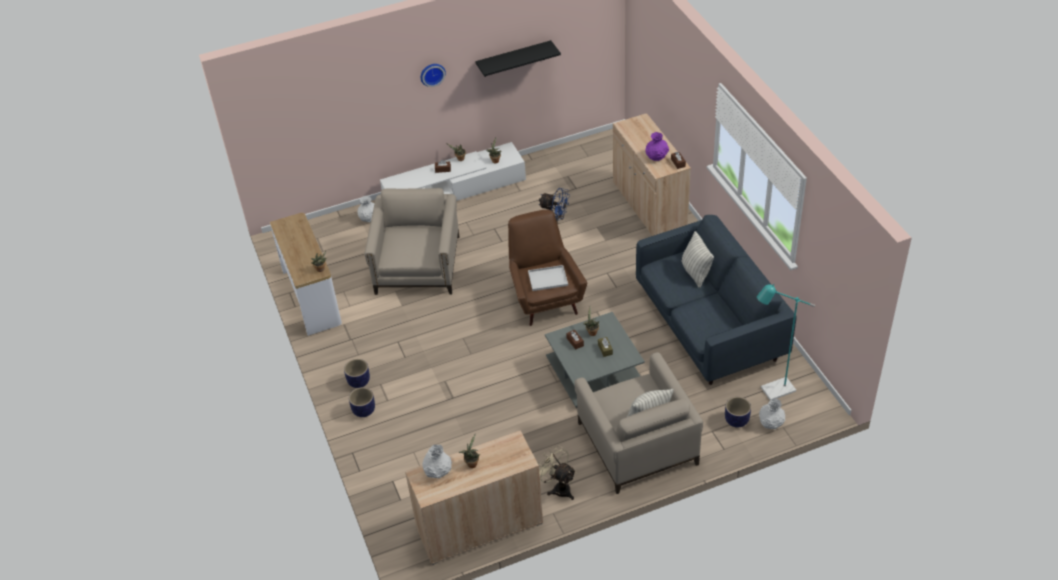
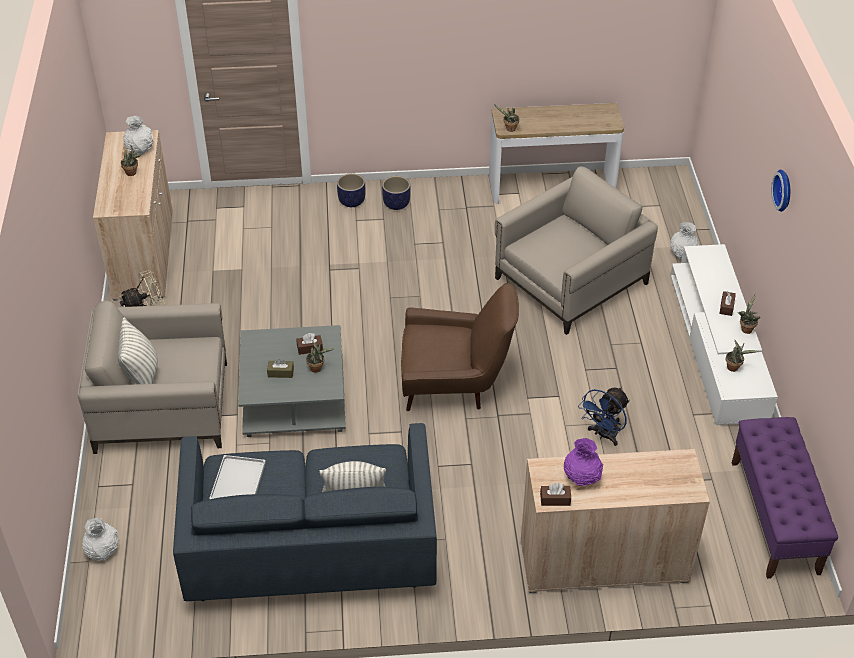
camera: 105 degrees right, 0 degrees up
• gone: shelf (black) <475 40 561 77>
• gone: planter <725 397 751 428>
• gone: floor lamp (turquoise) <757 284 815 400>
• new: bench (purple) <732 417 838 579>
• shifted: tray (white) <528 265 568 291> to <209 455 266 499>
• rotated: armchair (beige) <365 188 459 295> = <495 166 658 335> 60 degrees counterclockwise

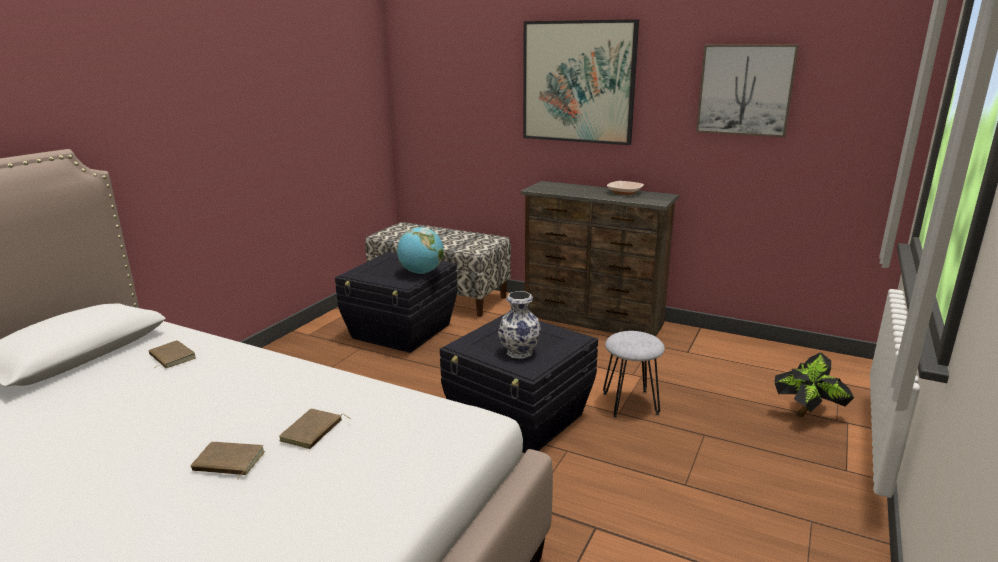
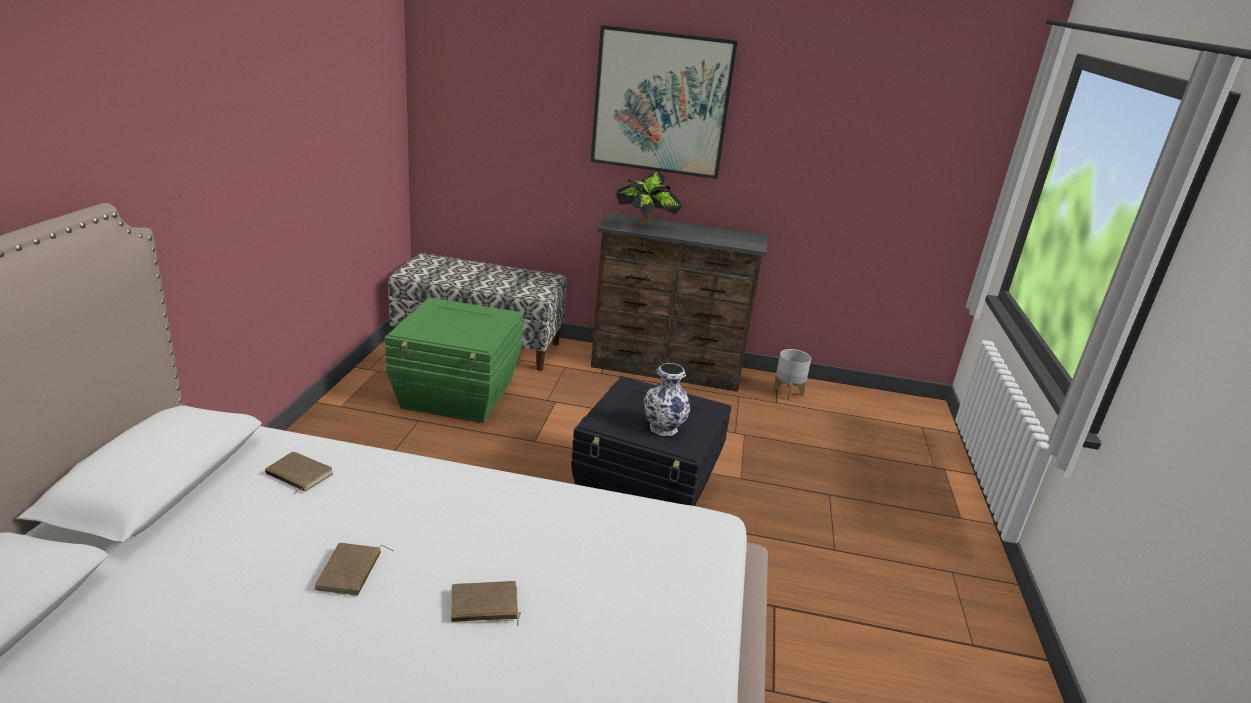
camera: 20 degrees left, 5 degrees up
• gone: globe <397 227 444 274>
• gone: stool (grey) <603 331 665 418>
• gone: bowl <607 181 644 195>
• gone: picture <696 44 799 137>
• new: planter (grey) <773 349 811 400>
• shifted: book (brown) <279 408 351 449> to <314 543 394 596>
• shifted: potted plant <774 352 854 417> to <616 171 682 228>
• repainted: storage box (black) <335 252 458 353> to storage box (green) <385 298 523 423>

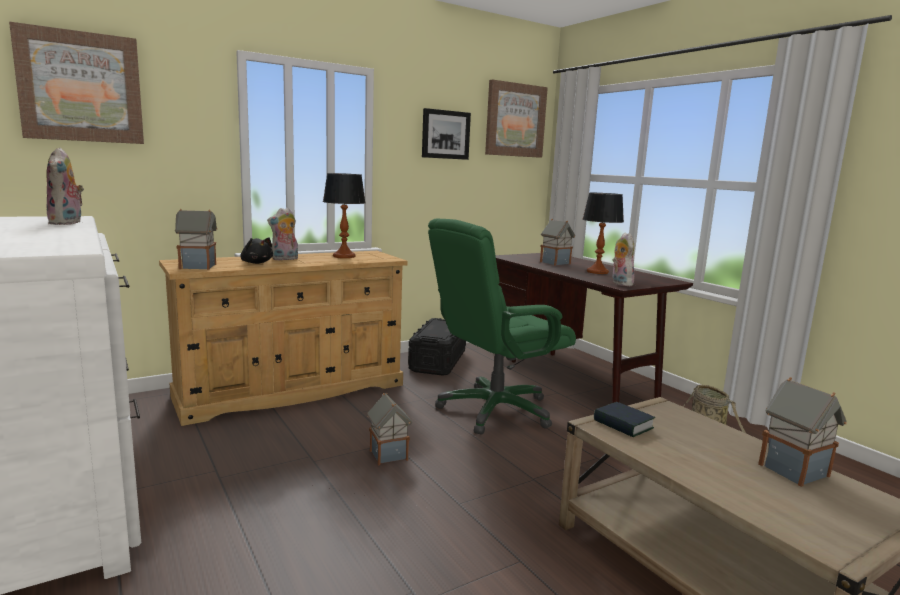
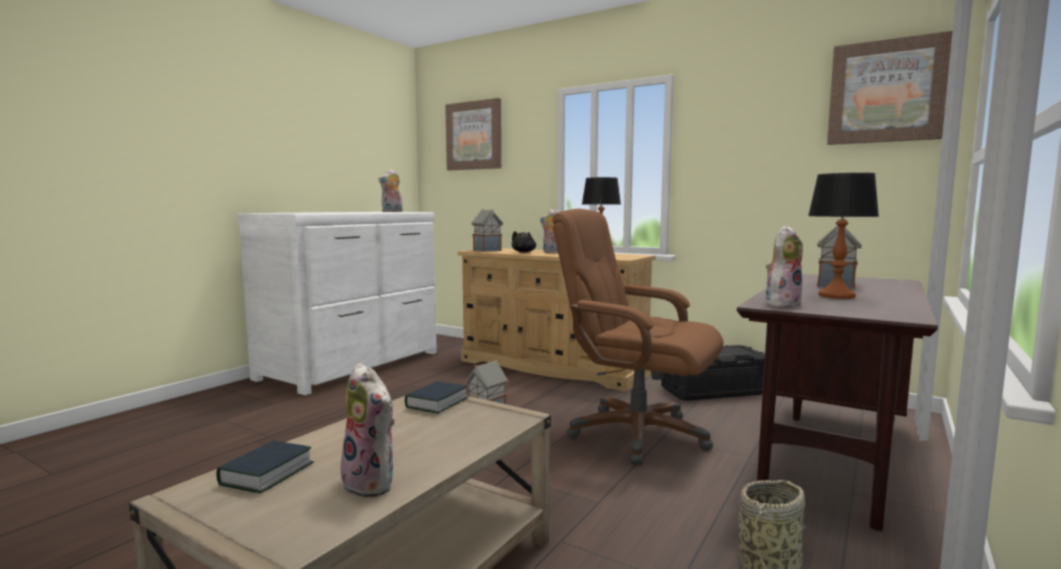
camera: 65 degrees right, 5 degrees down
• gone: picture <422 108 471 160>
• new: book <216 440 314 493>
• swapped: toy house <758 377 847 487> to plush toy <341 363 395 498>
• repainted: office chair (green) <428 219 576 434> to office chair (brown) <552 209 724 465>

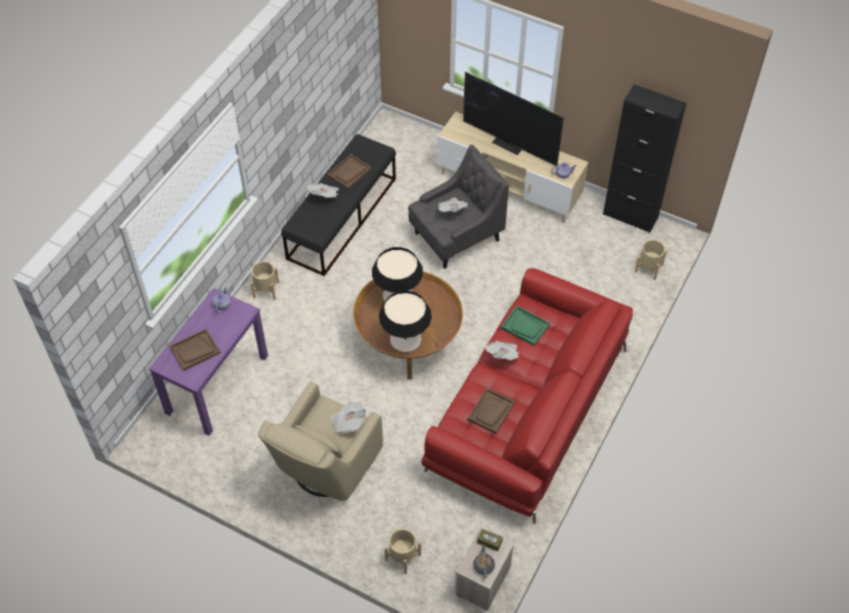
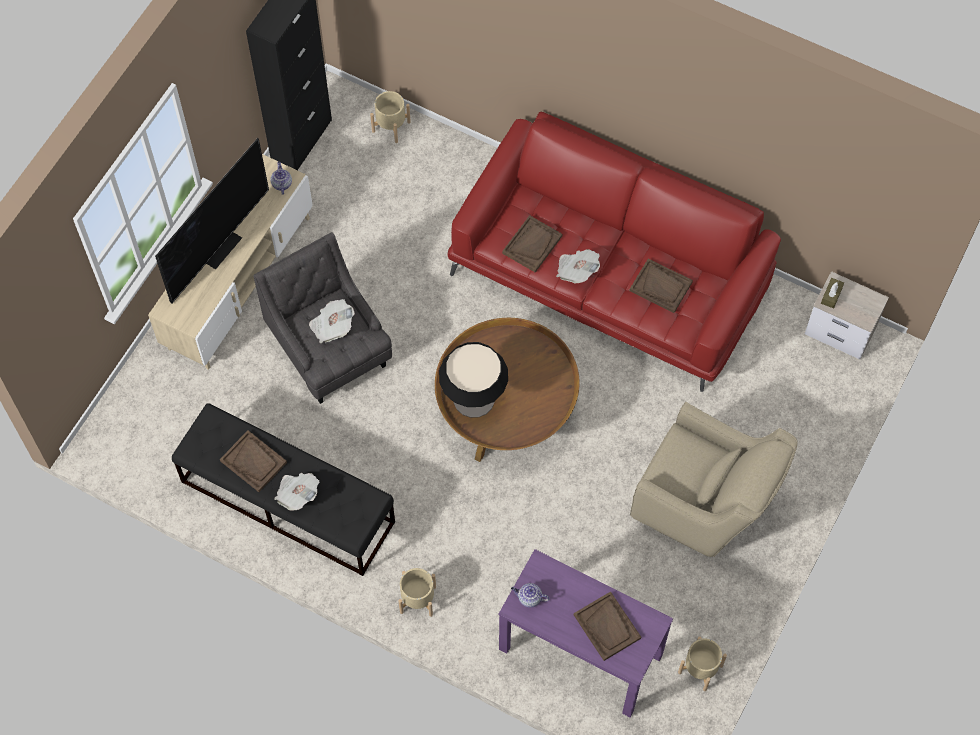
camera: 90 degrees left, 10 degrees up
• gone: newspaper <330 402 367 433>
• gone: table lamp <379 290 432 353>
• gone: teapot (grey) <473 544 495 578>
• shifted: planter (beige) <384 529 421 574> to <678 637 727 691>
• repainted: tray (green) <501 306 550 346> to tray (brown) <502 215 562 272>

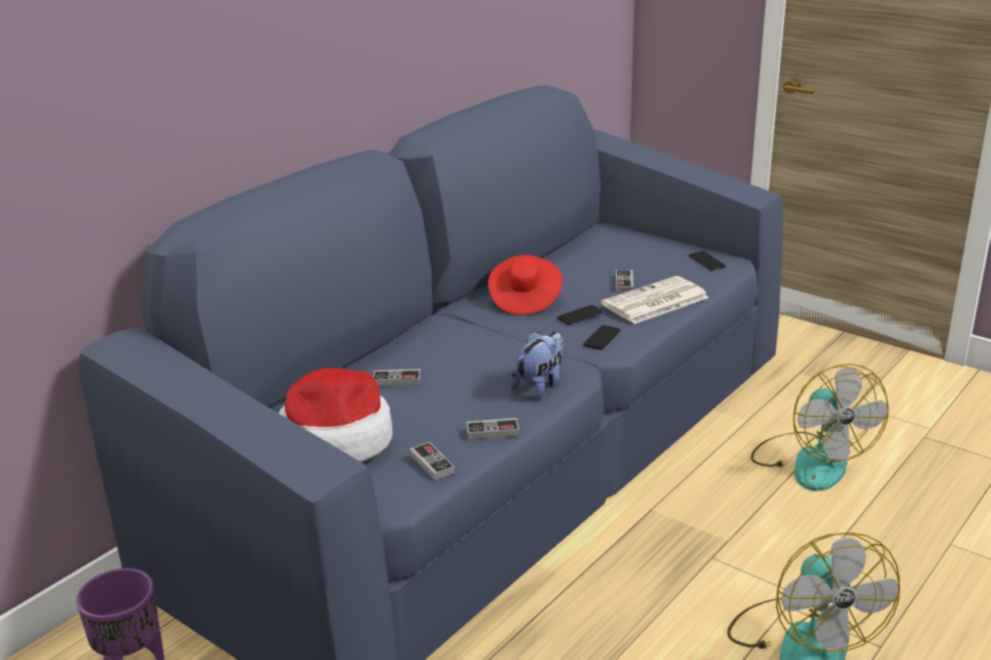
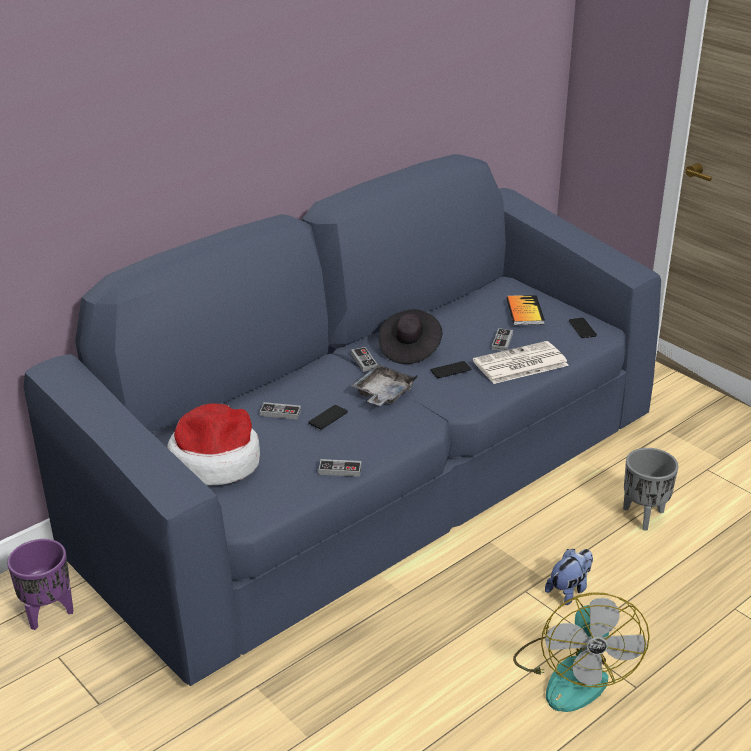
camera: 10 degrees right, 5 degrees up
• new: tray (grey) <351 364 417 406>
• new: book <506 295 545 325>
• shifted: game controller <410 442 455 480> to <351 347 378 372>
• shifted: plush toy <510 332 563 399> to <545 549 593 605>
• shifted: phone <583 325 621 350> to <309 405 348 430>
• swapped: fan <751 364 889 491> to planter (grey) <623 448 678 531>
• repainted: hat (red) <488 255 563 315> to hat (black) <379 309 442 364>

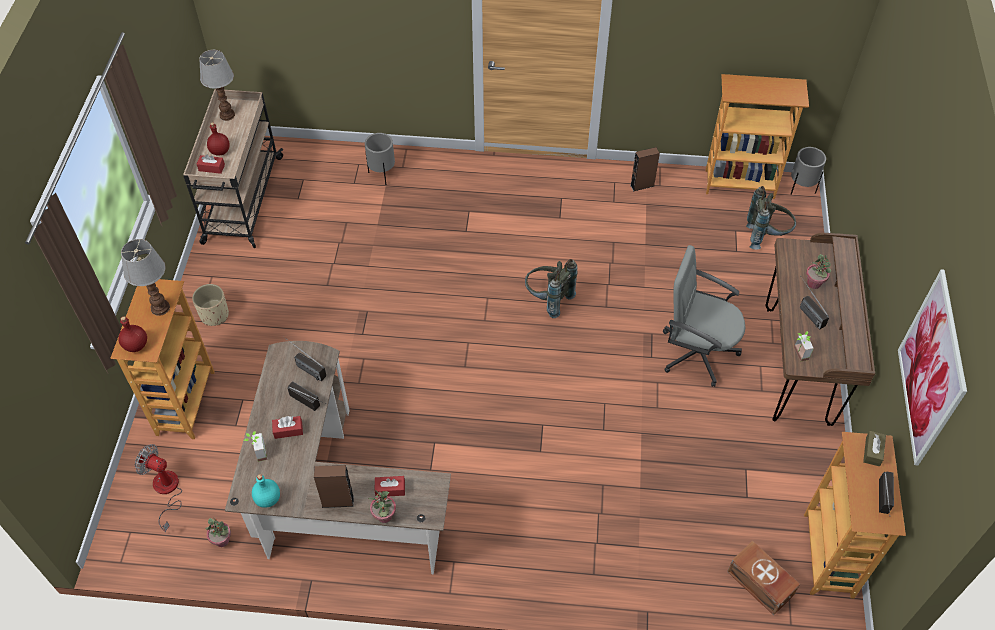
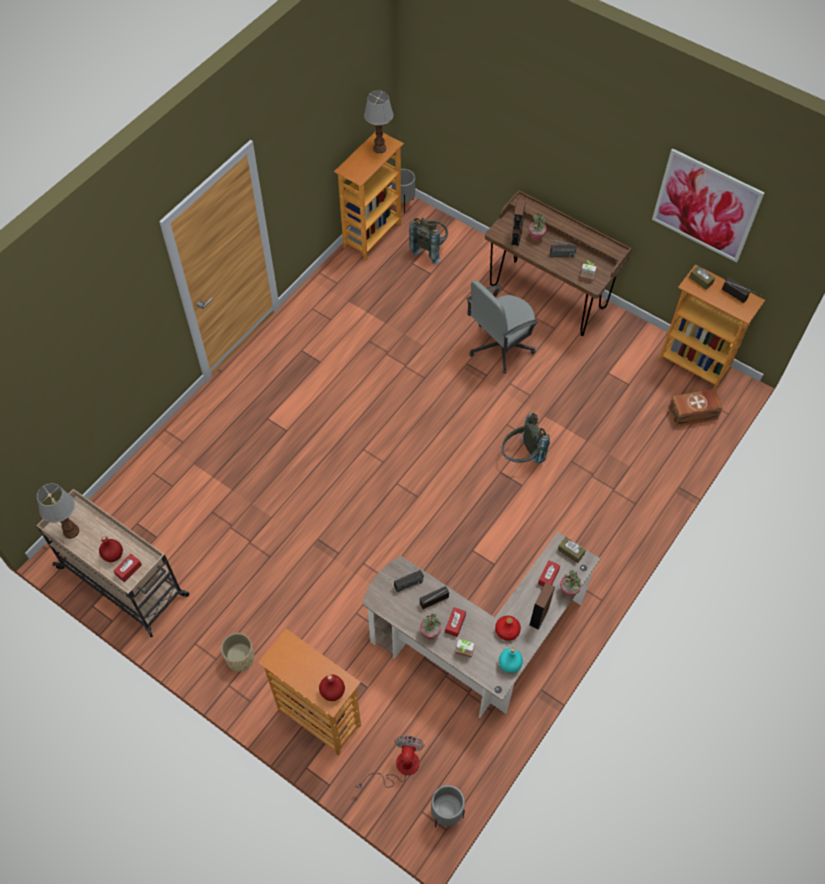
camera: 60 degrees left, 5 degrees up
• new: bottle (red) <495 616 521 641>
• new: tissue box (brown) <558 537 586 563>
• shifted: table lamp <121 239 170 316> to <364 90 393 154>
• shifted: potted plant <206 518 231 547> to <420 613 441 639>
• shifted: planter (grey) <365 133 395 185> to <431 785 465 828>
• shifted: backpack (grey) <525 259 578 318> to <502 413 550 464>
• shifted: speaker (brown) <630 147 660 191> to <510 199 526 246>
• rotated: fan <134 444 182 532> = <356 735 425 789> 135 degrees clockwise

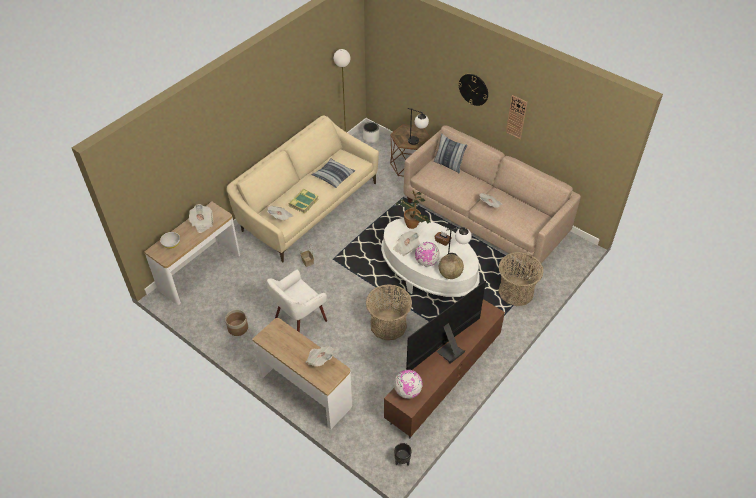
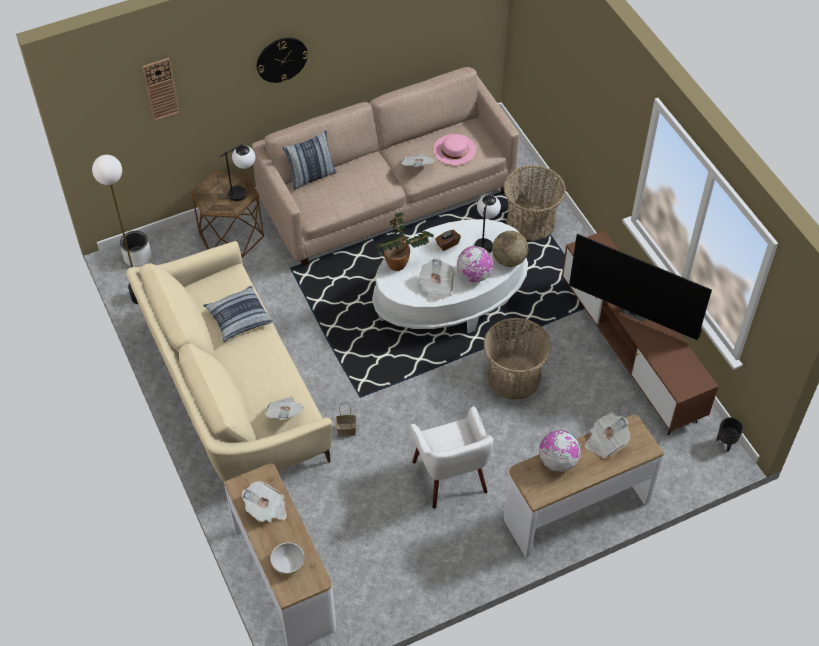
camera: 65 degrees left, 5 degrees up
• gone: planter <225 310 248 336>
• gone: book <289 189 319 214>
• new: hat (pink) <433 134 476 165>
• shifted: globe <394 370 423 399> to <539 430 581 472>
• shifted: wall clock <506 95 528 139> to <142 58 180 121>
• rotated: television <406 281 486 370> = <569 234 712 340> 45 degrees counterclockwise

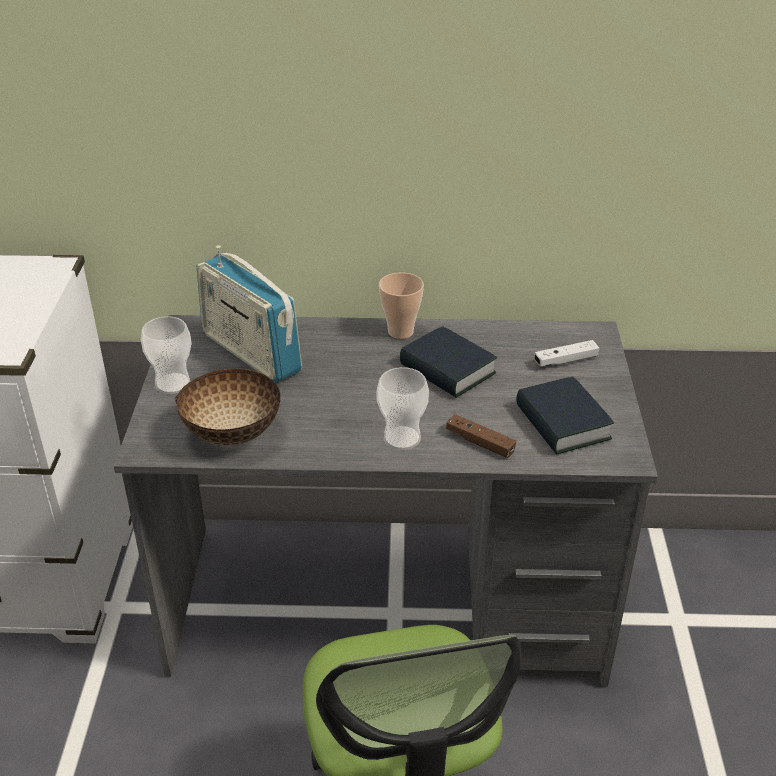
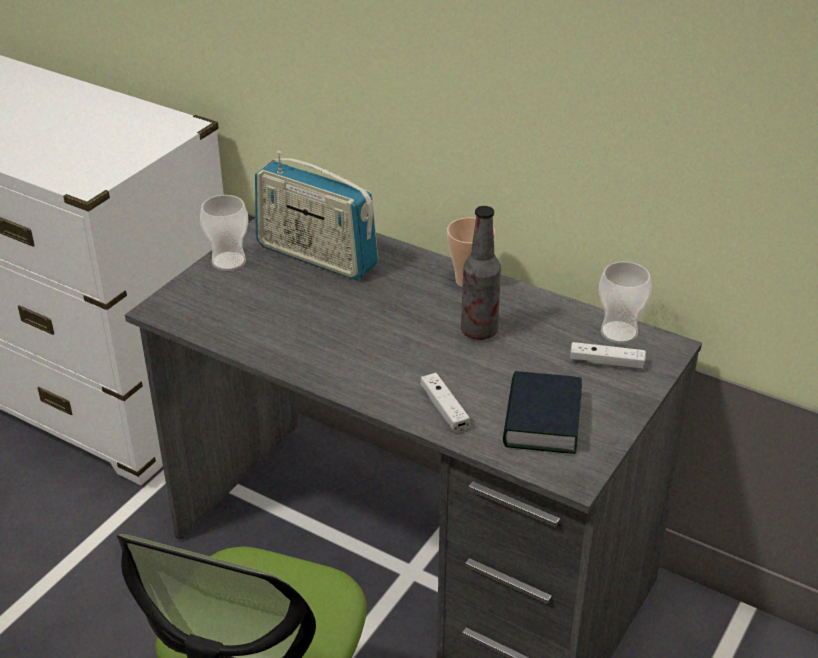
camera: 30 degrees right, 0 degrees up
• gone: bowl <175 368 281 446>
• shifted: cup <376 367 429 450> to <599 262 652 344>
• swapped: book <400 326 497 398> to bottle <461 206 501 340>
• repainted: game controller (brown) <446 414 516 458> to game controller (white) <420 373 470 432>
• rotated: radio <197 245 302 383> = <255 150 378 280> 45 degrees counterclockwise

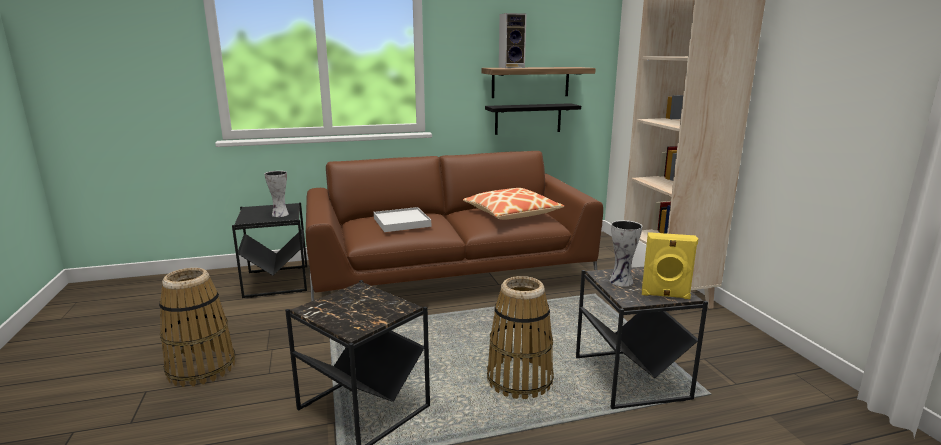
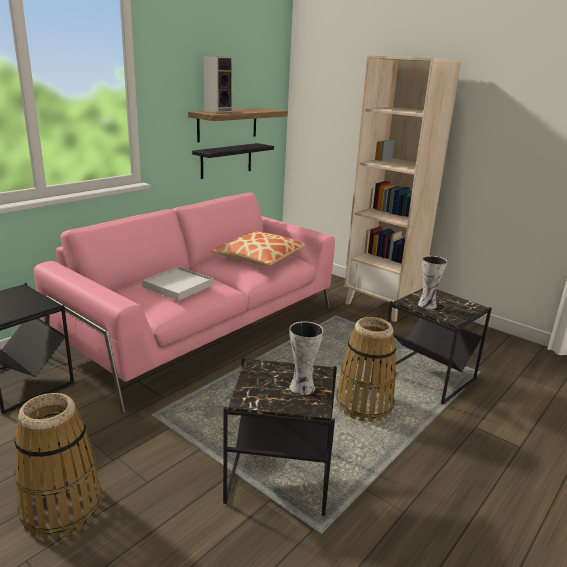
camera: 35 degrees left, 5 degrees up
• gone: speaker (yellow) <642 232 698 299>
• shifted: vase <264 171 289 217> to <289 321 323 395>
• repainted: sofa (brown) <306 151 603 301> to sofa (pink) <34 193 335 413>

